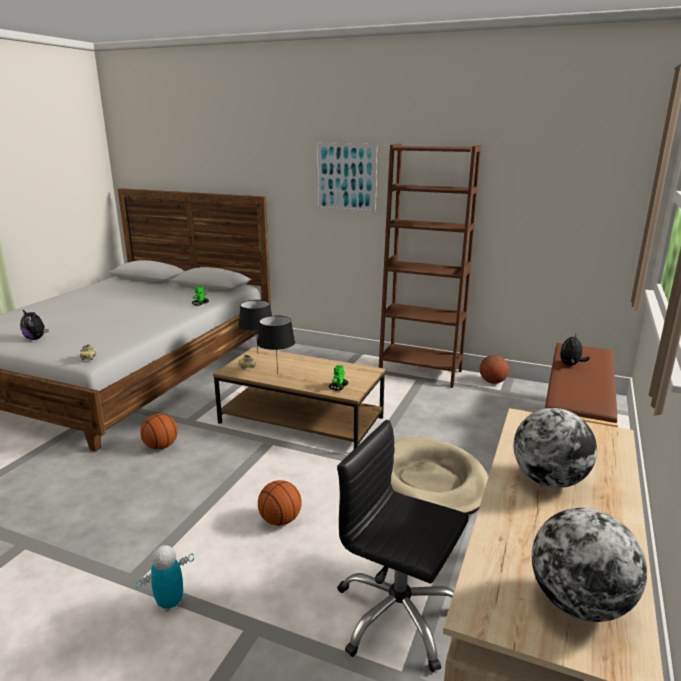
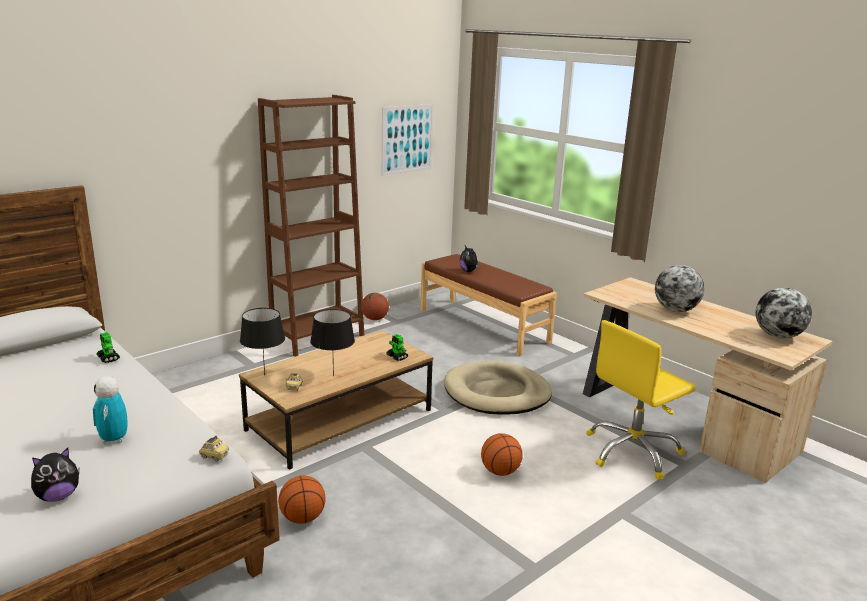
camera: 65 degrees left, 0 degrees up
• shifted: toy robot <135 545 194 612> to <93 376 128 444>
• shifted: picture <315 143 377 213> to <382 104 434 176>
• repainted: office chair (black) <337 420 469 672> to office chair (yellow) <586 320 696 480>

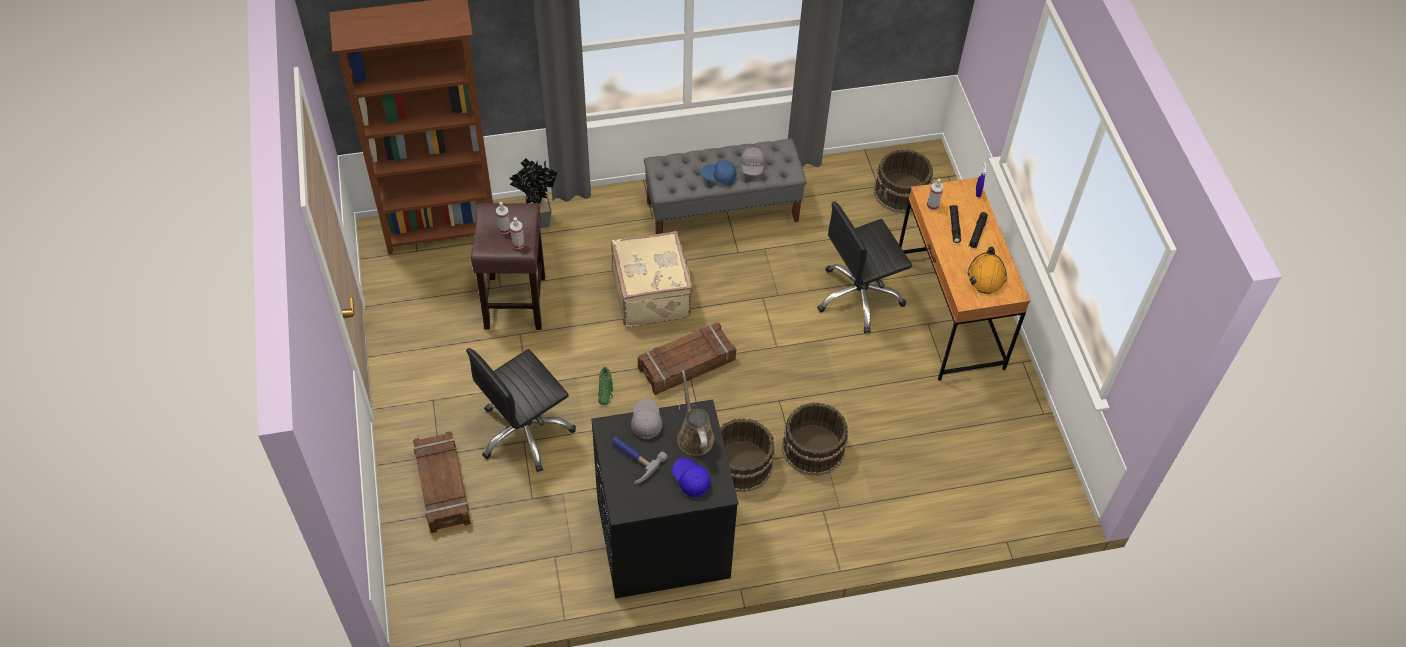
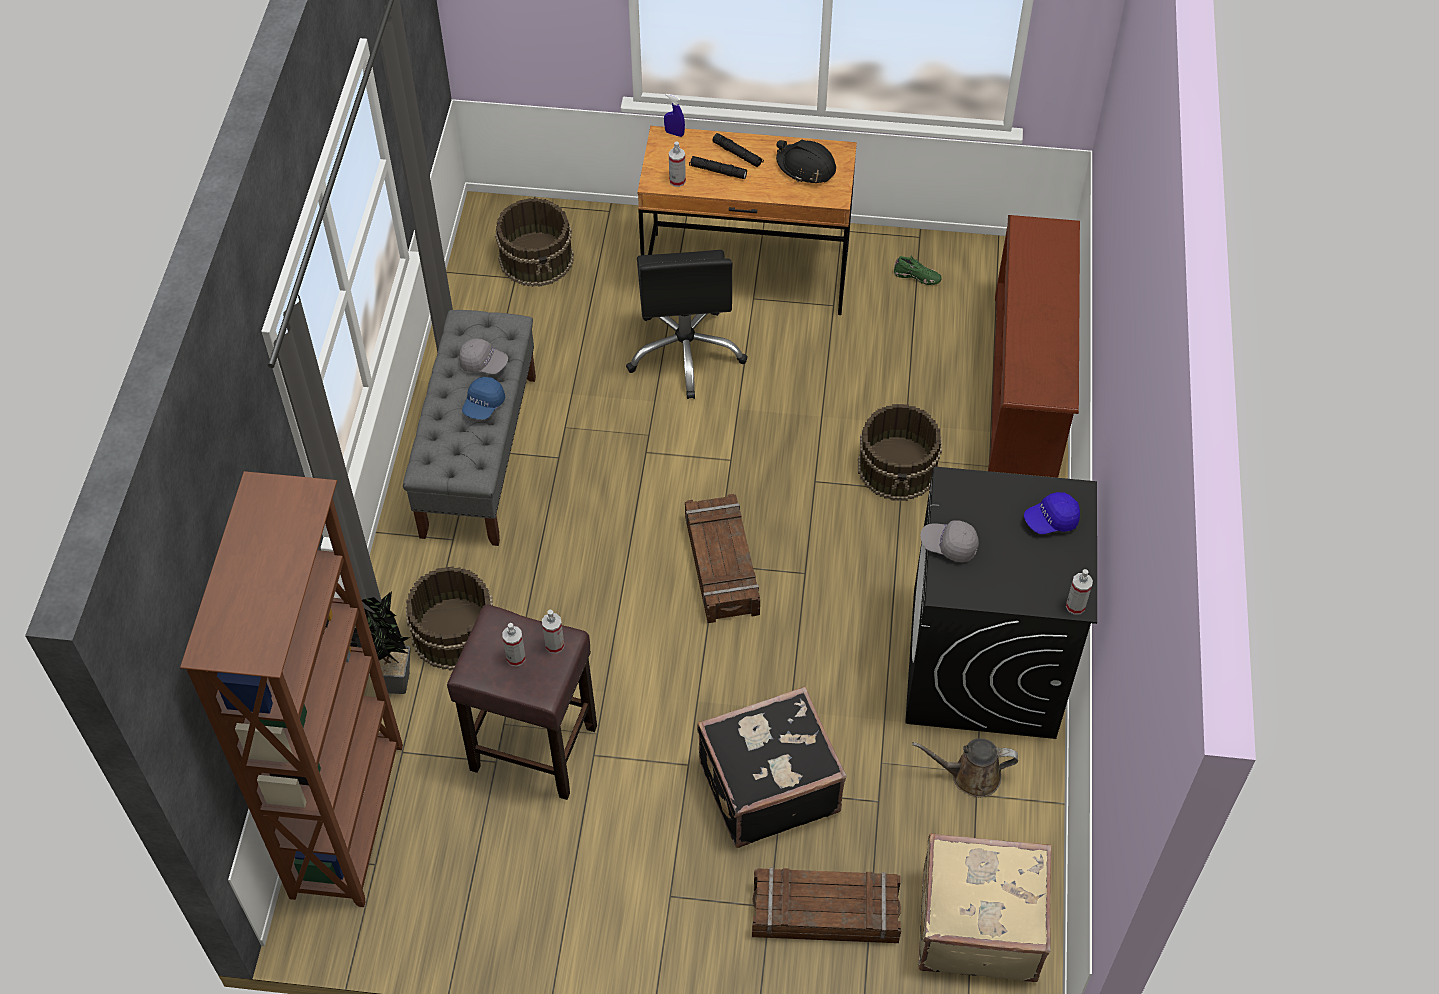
camera: 70 degrees left, 0 degrees up
• gone: hammer <612 437 668 484>
• new: shoe rack (brown) <988 215 1080 478>
• new: spray bottle <1066 569 1093 615>
• shifted: shoe (green) <598 367 613 405> to <894 255 942 285>
• shifted: suitcase (beige) <611 231 693 327> to <918 833 1052 982>
• shifted: watering can (brown) <677 370 715 456> to <912 738 1018 797>
• shifted: bucket (brown) <720 418 775 492> to <406 566 493 671>
• swapped: office chair (black) <466 348 576 472> to suitcase (black) <697 687 847 848>
• repainted: hard hat (orange) <968 246 1007 294> to hard hat (black) <776 140 836 183>

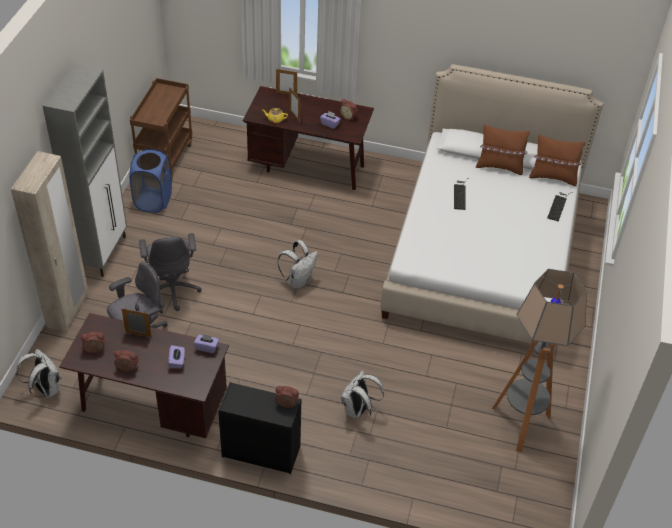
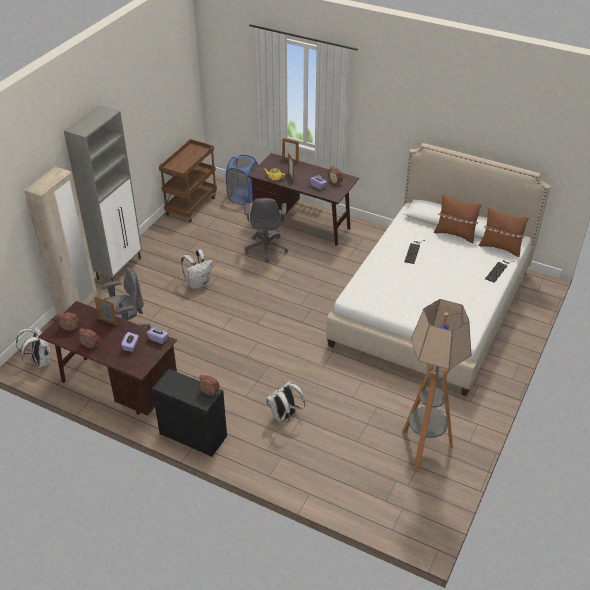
camera: 15 degrees right, 5 degrees down
• shifted: laundry basket (blue) <130 149 172 213> to <226 155 258 205>
• shifted: office chair (grey) <139 233 201 311> to <244 198 288 263>
• shifted: backpack (white) <277 240 318 289> to <181 249 213 290>

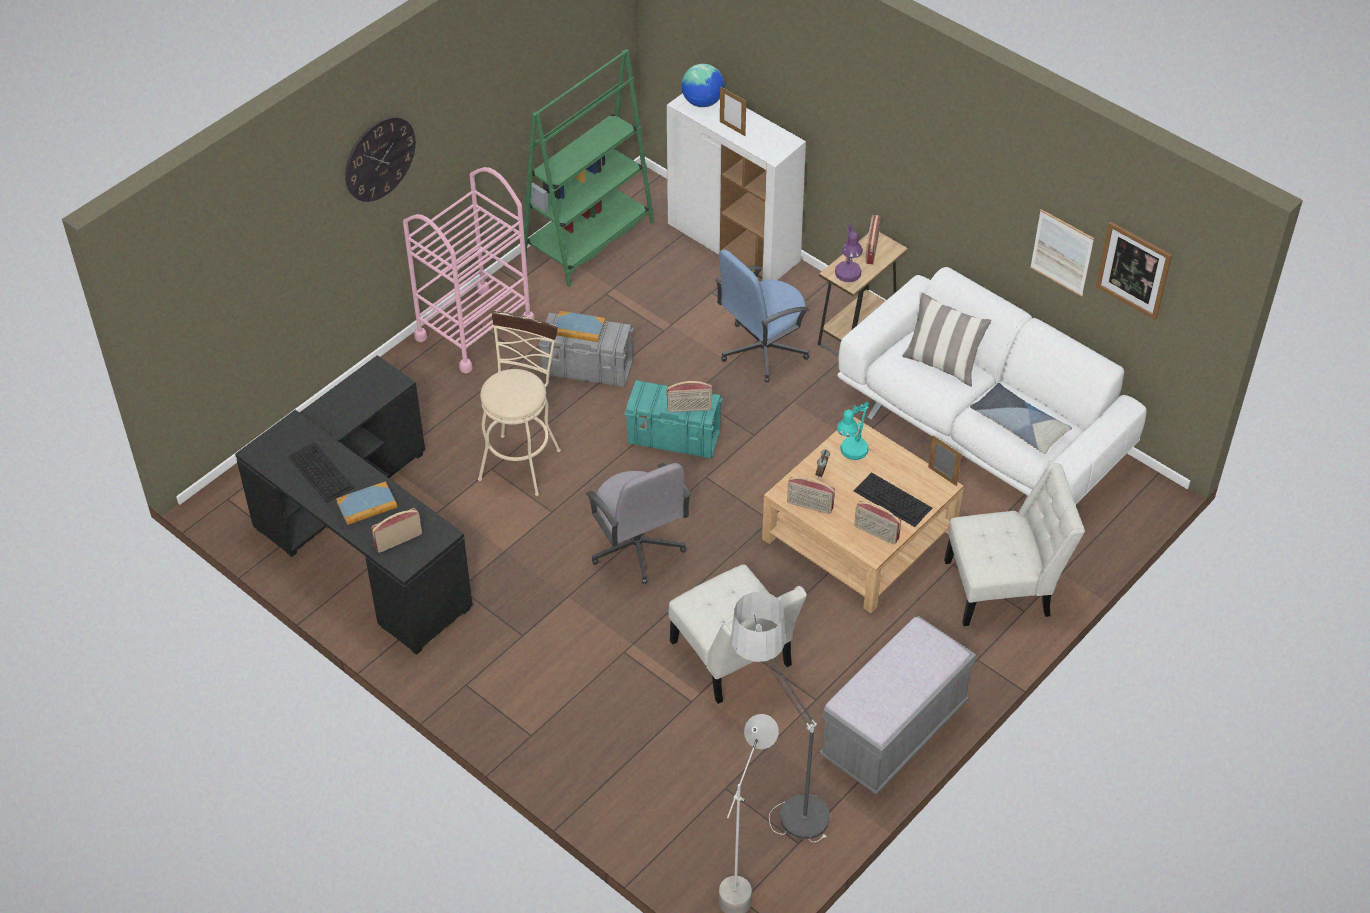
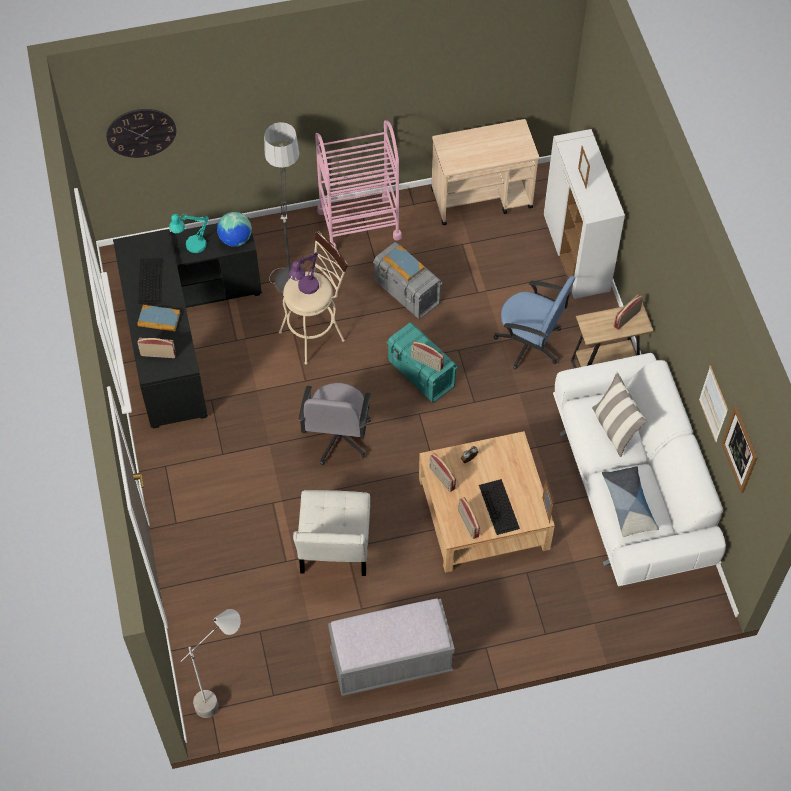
camera: 35 degrees right, 10 degrees up
• gone: chair (white) <944 464 1085 626>
• shifted: wall clock <345 117 416 202> to <106 109 176 158>
• shifted: globe <681 64 724 107> to <217 212 252 247>
• shifted: floor lamp <731 592 830 842> to <264 122 299 296>
• shifted: table lamp (purple) <835 223 863 282> to <289 252 319 294>
• shifted: table lamp (turquoise) <837 401 869 460> to <169 214 209 253>
• swapped: bookcase (green) <524 49 654 287> to cart (beige) <431 119 539 225>
• rotated: office chair (blue) <715 250 809 383> = <494 276 575 370> 150 degrees counterclockwise

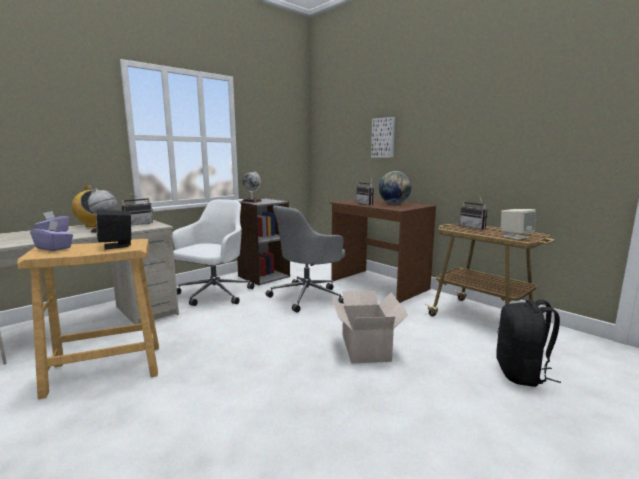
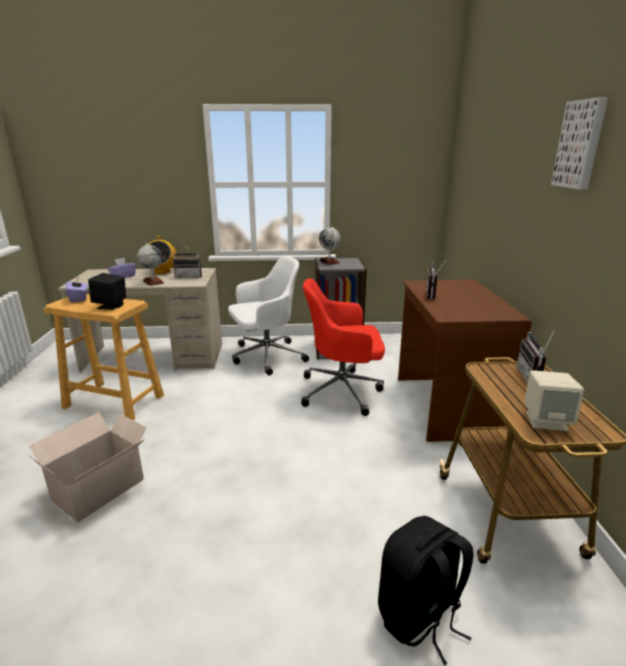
camera: 40 degrees right, 10 degrees up
• gone: globe <379 171 411 204>
• shifted: cardboard box <331 290 408 364> to <29 412 146 522>
• shifted: picture <371 117 395 158> to <551 97 608 190>
• repainted: office chair (grey) <266 205 345 312> to office chair (red) <301 278 385 416>

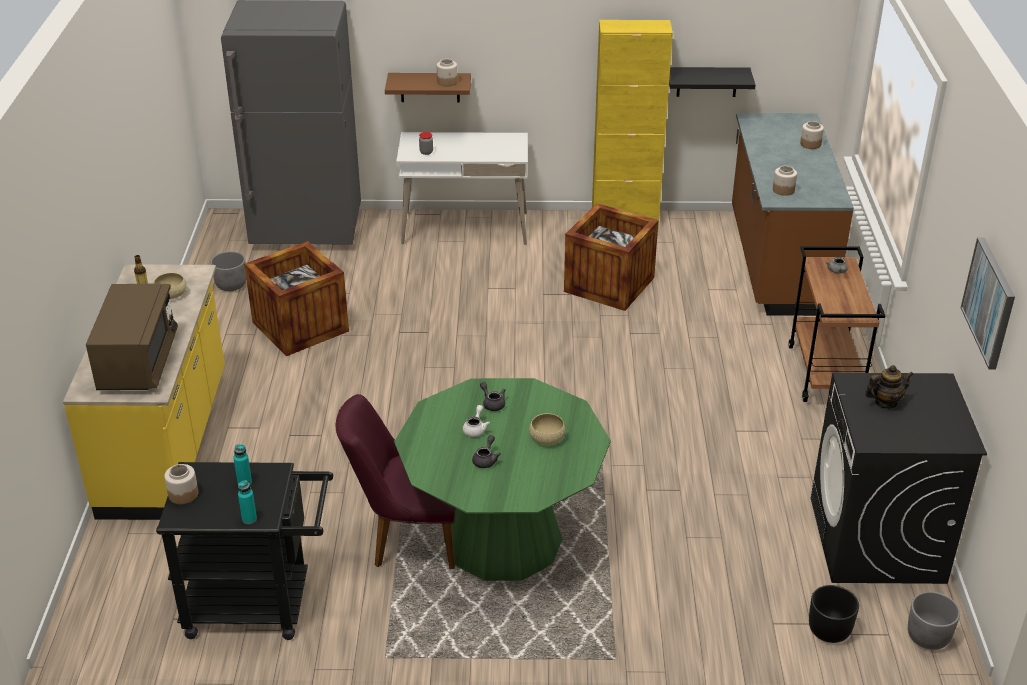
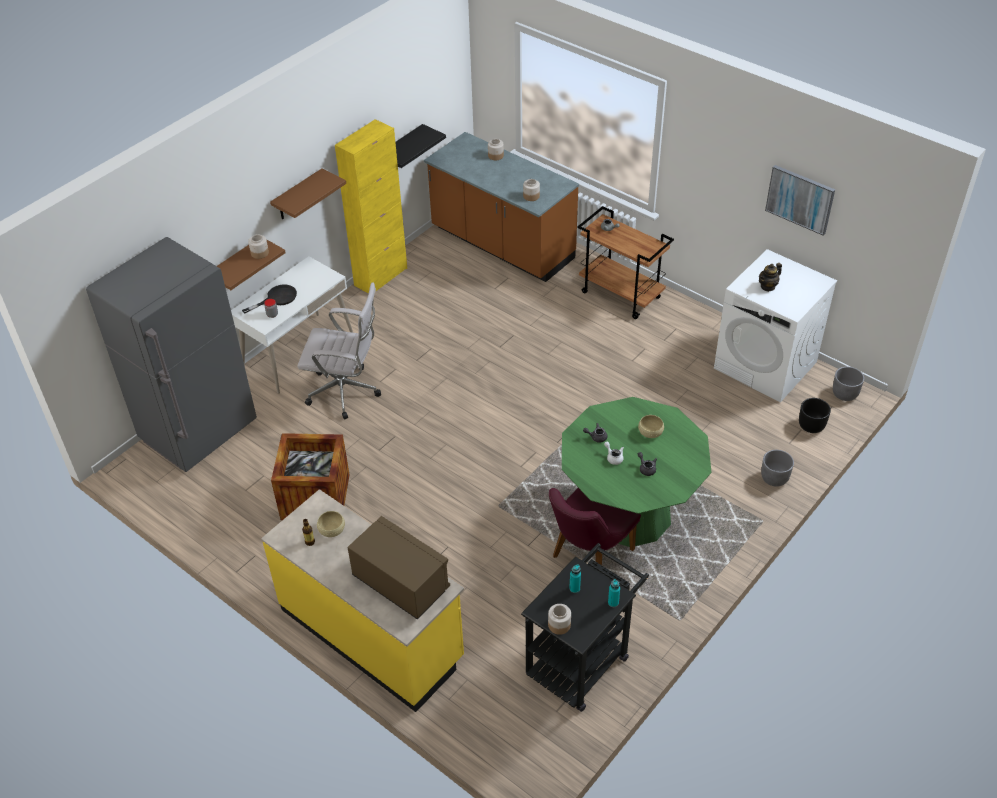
camera: 50 degrees left, 10 degrees up
• gone: crate <564 203 658 311>
• new: frying pan (black) <242 284 297 313>
• new: shelf (brown) <270 168 346 219>
• new: office chair (white) <297 282 381 419>
• shifted: planter (grey) <211 251 246 291> to <761 450 794 487>
• repainted: washing machine (black) <811 373 987 584> to washing machine (white) <714 249 837 402>
• rotated: teapot <865 365 914 409> = <759 263 782 292> 150 degrees counterclockwise

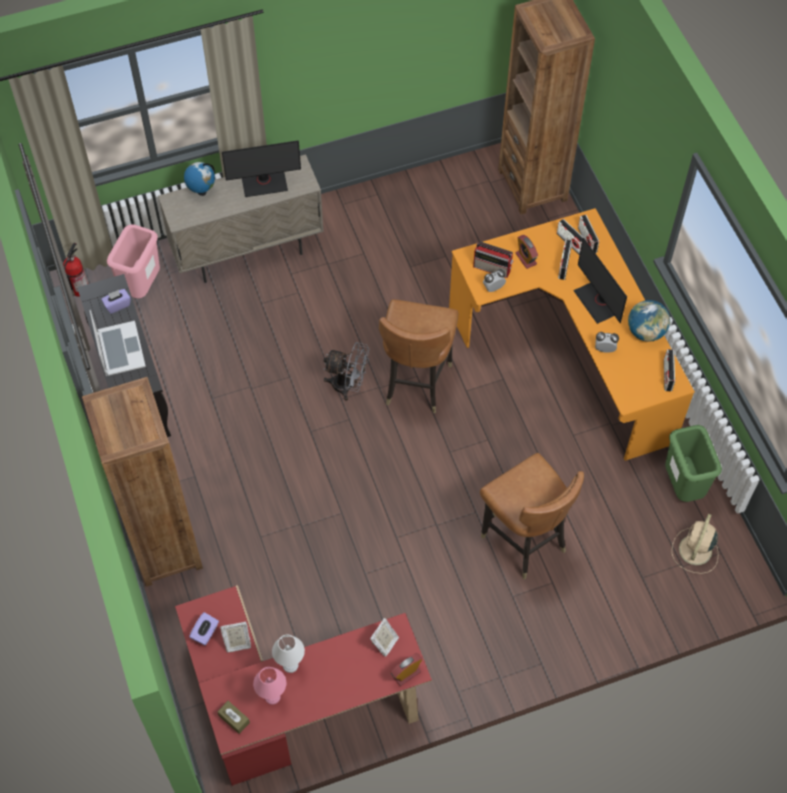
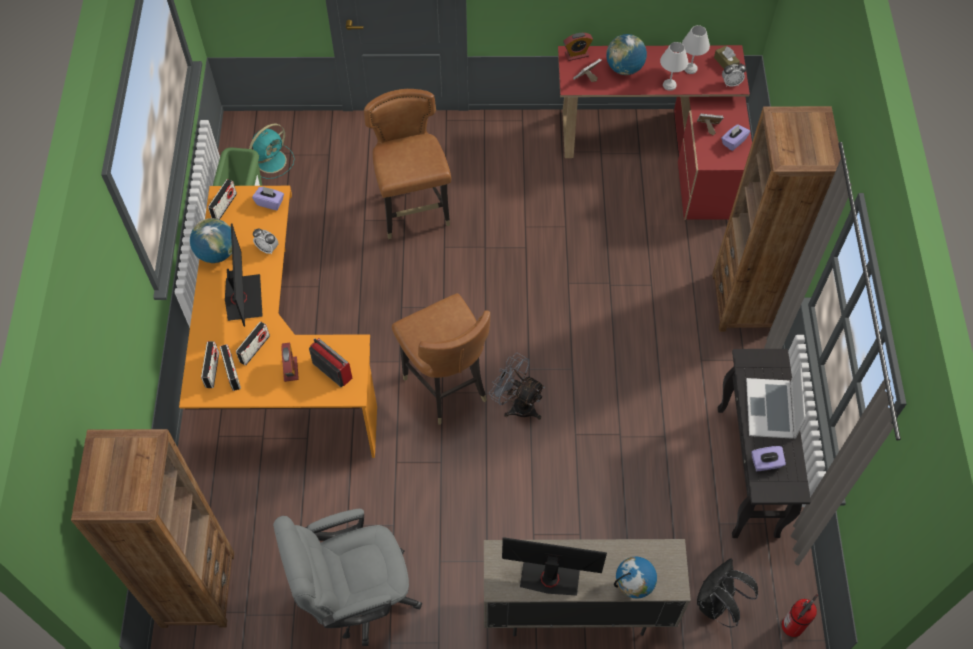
camera: 160 degrees left, 0 degrees up
• new: tissue box (purple) <252 186 284 210>
• new: office chair (grey) <273 509 422 646>
• new: globe <606 34 647 75>
• shifted: alarm clock <483 269 506 292> to <722 63 746 87>
• swapped: trash can (pink) <107 224 160 298> to backpack (black) <697 558 758 628>
• repainted: table lamp (pink) <253 667 286 705> to table lamp (white) <682 25 710 74>
• repainted: fan (beige) <672 514 718 574> to fan (turquoise) <249 123 295 179>
• rotated: chair (brown) <379 299 458 413> = <392 293 490 425> 120 degrees clockwise

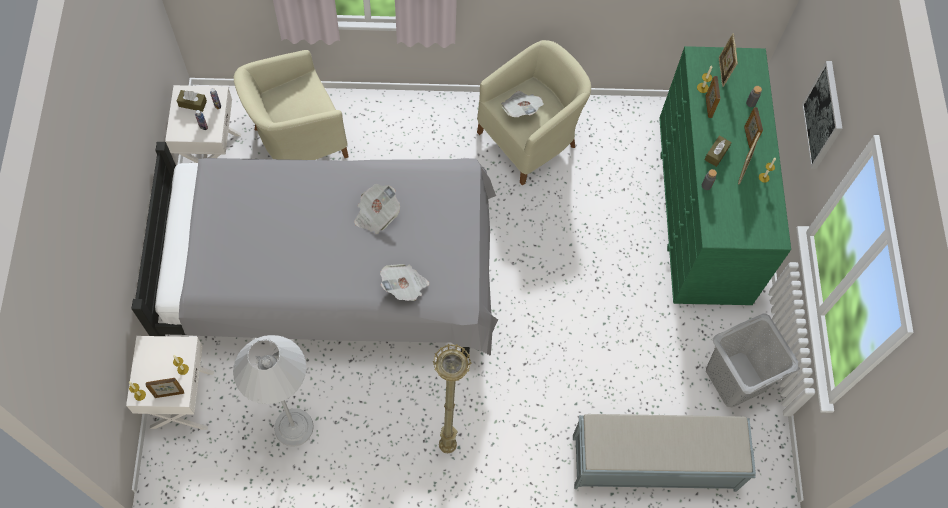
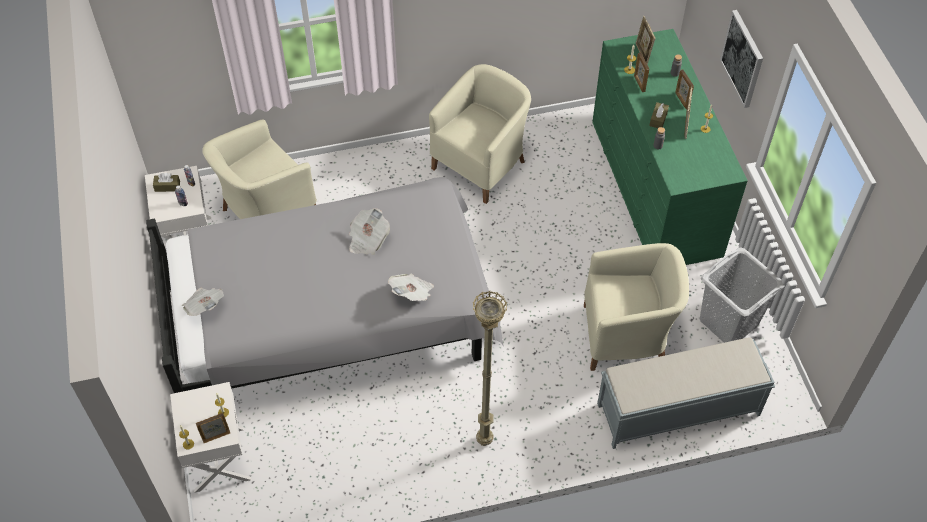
camera: 10 degrees left, 10 degrees down
• gone: floor lamp (white) <233 335 314 447>
• new: armchair (beige) <584 243 689 371>
• shifted: newspaper <501 91 544 117> to <182 288 224 316>

